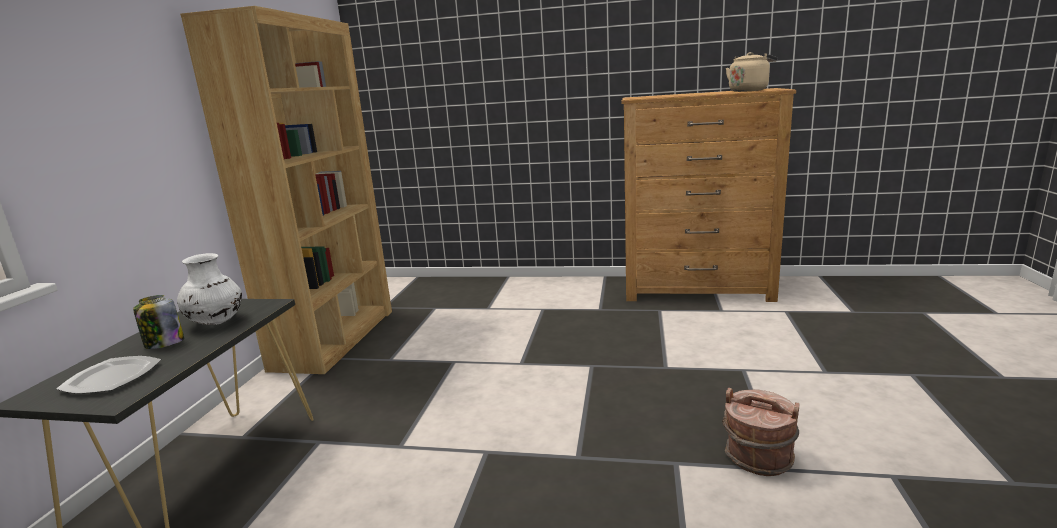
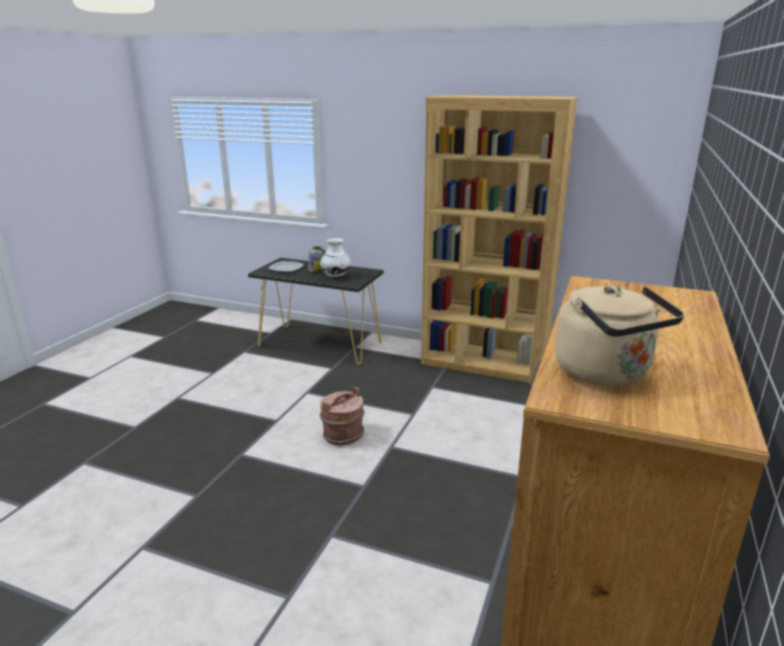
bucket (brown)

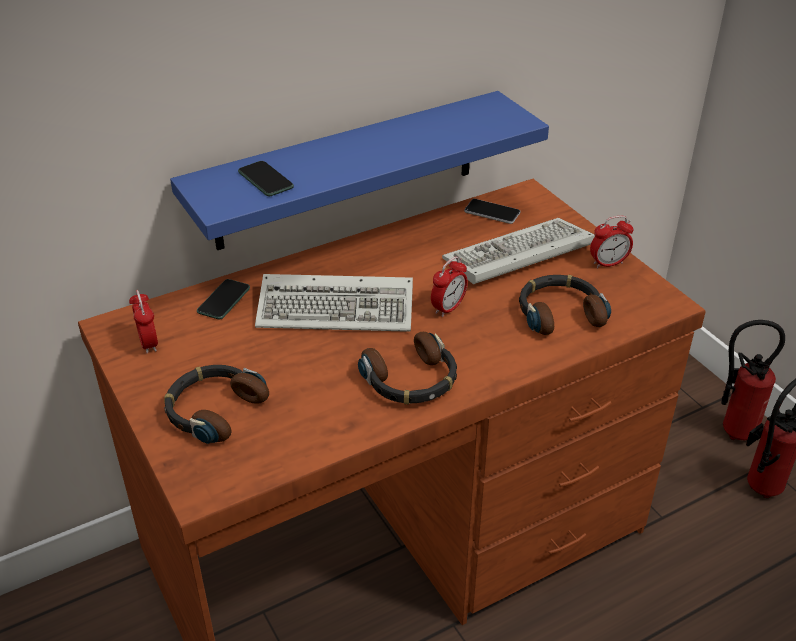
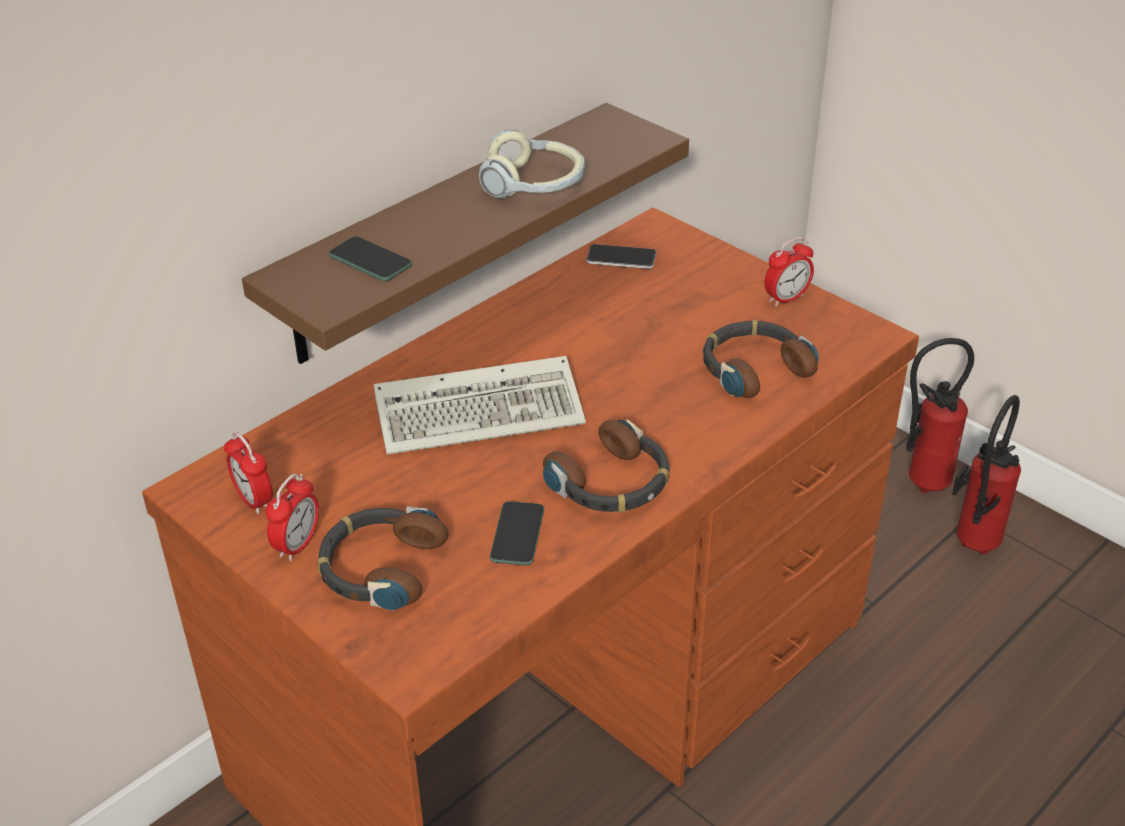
shelf (brown)
alarm clock (2nd from left)
headphones (2nd from left)
phone (2nd from left)
keyboard (2nd from left in the first image)

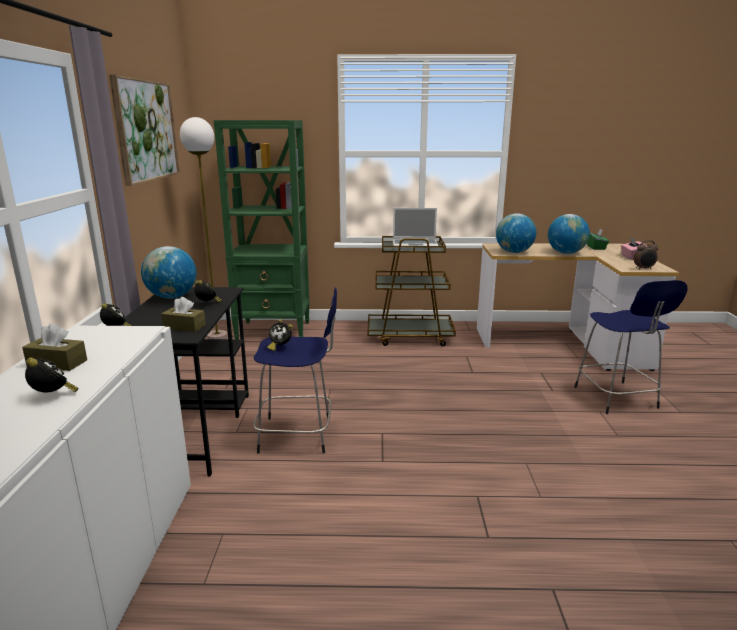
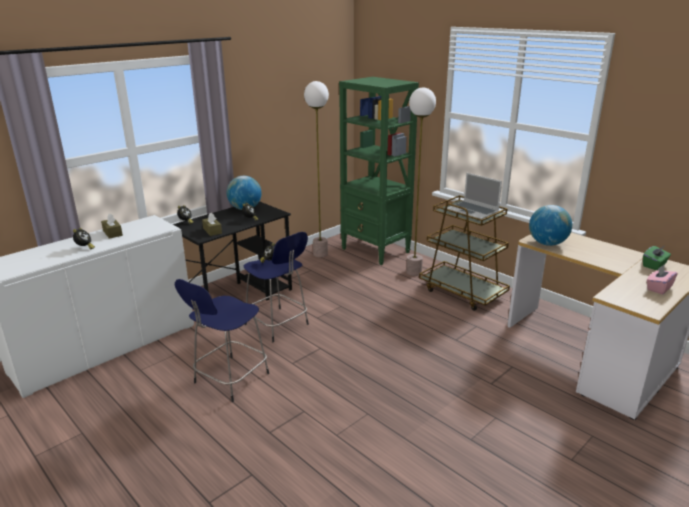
stool (blue) (1st from left)
floor lamp (2nd from left)
picture
globe (3rd from left in the first image)
alarm clock (5th from left in the first image)

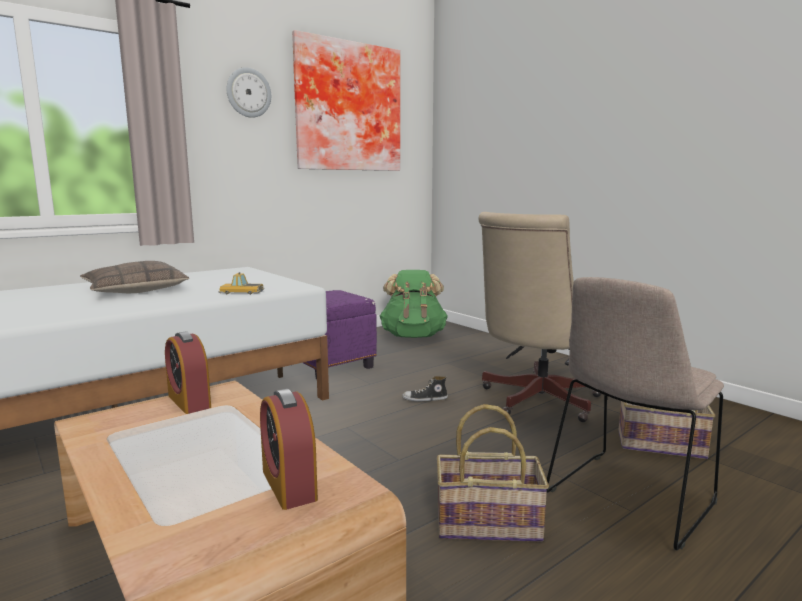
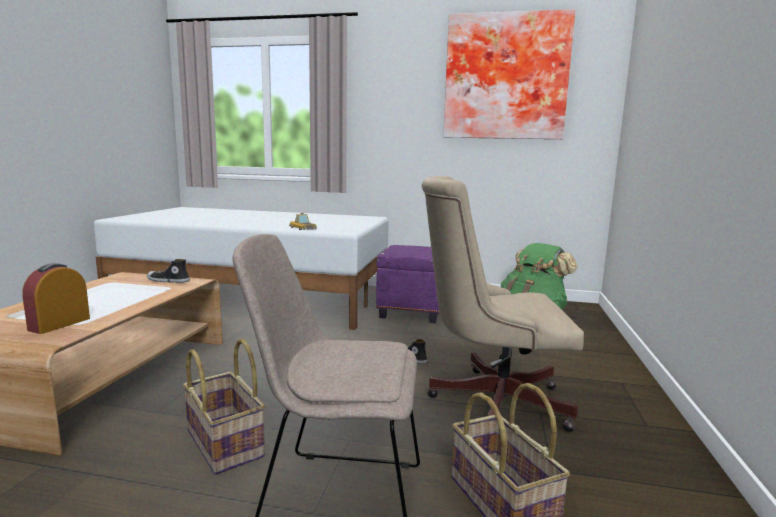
shoe (1st from left)
pillow
wall clock

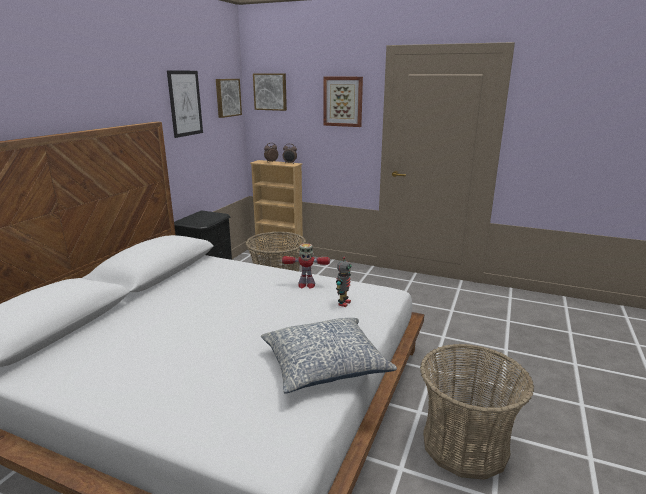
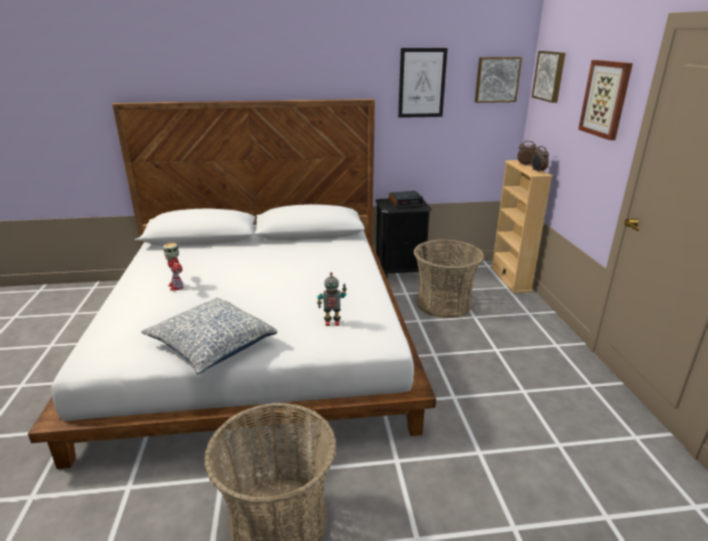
toy robot (1st from left)
alarm clock (1st from left)

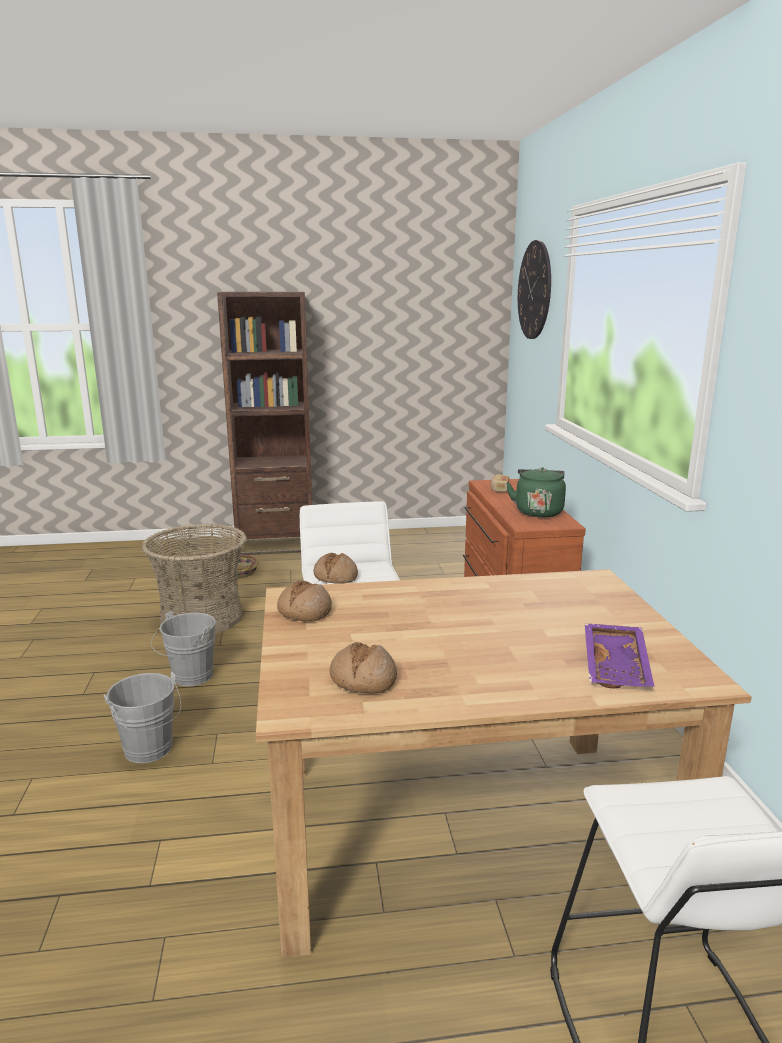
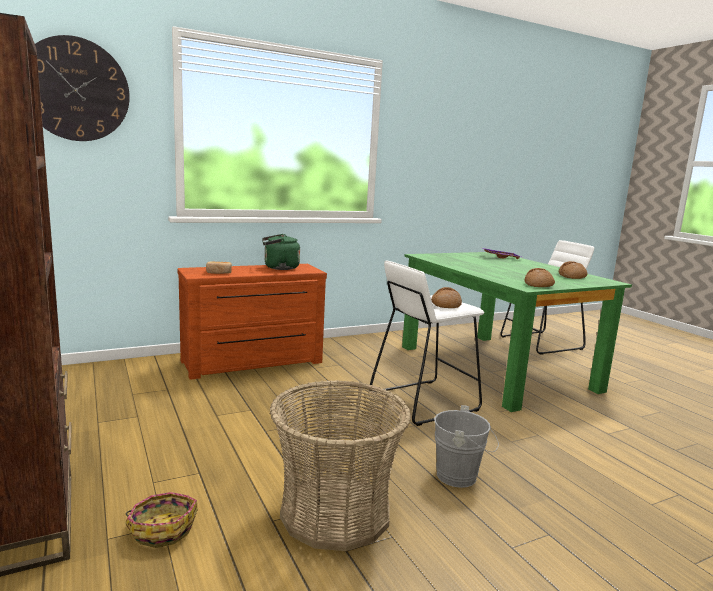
dining table (green)
bucket (grey) (1st from left in the first image)

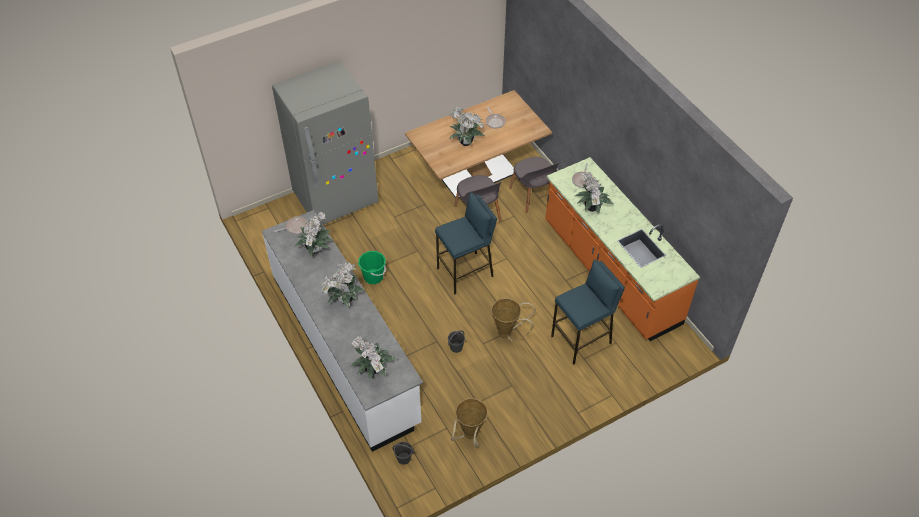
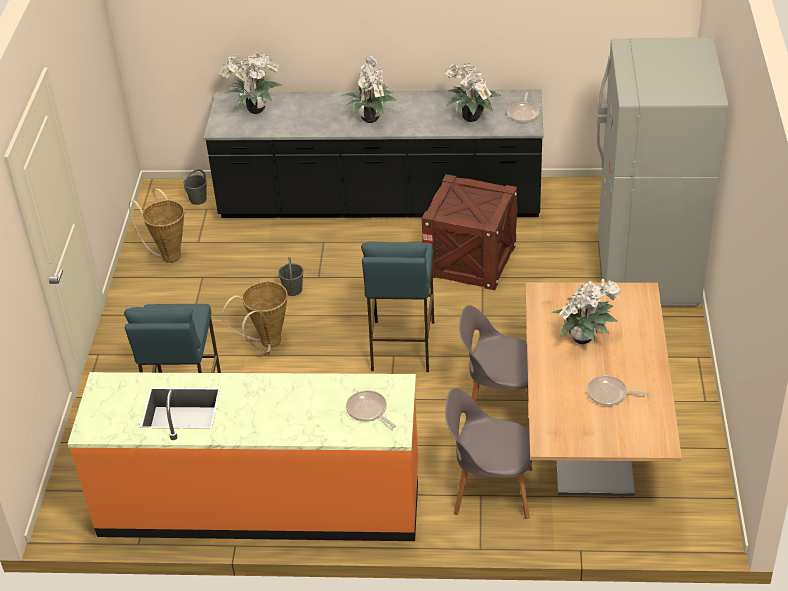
counter (black)
crate
potted plant (5th from left in the first image)

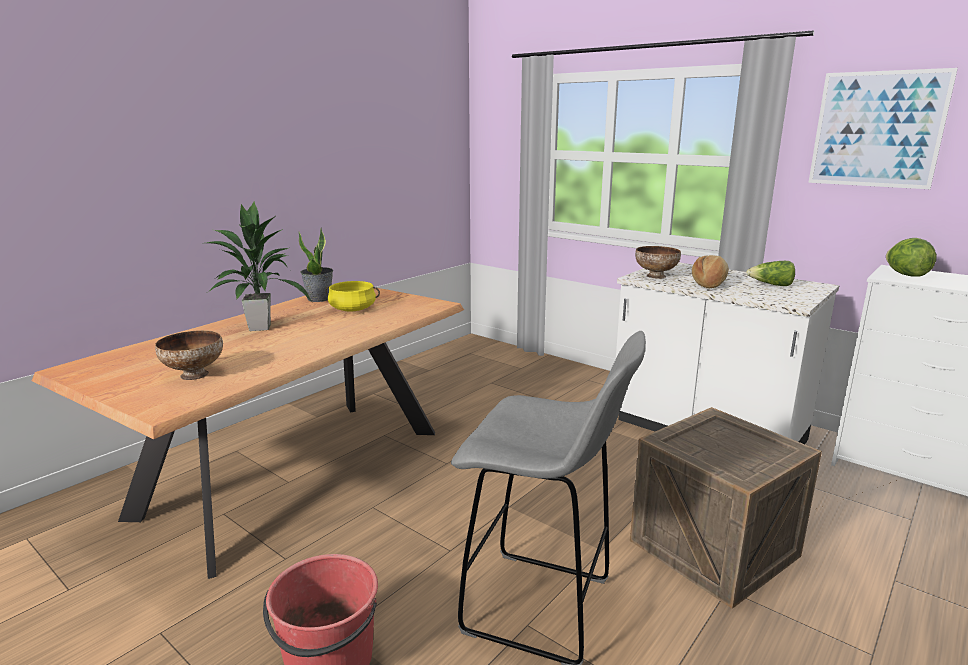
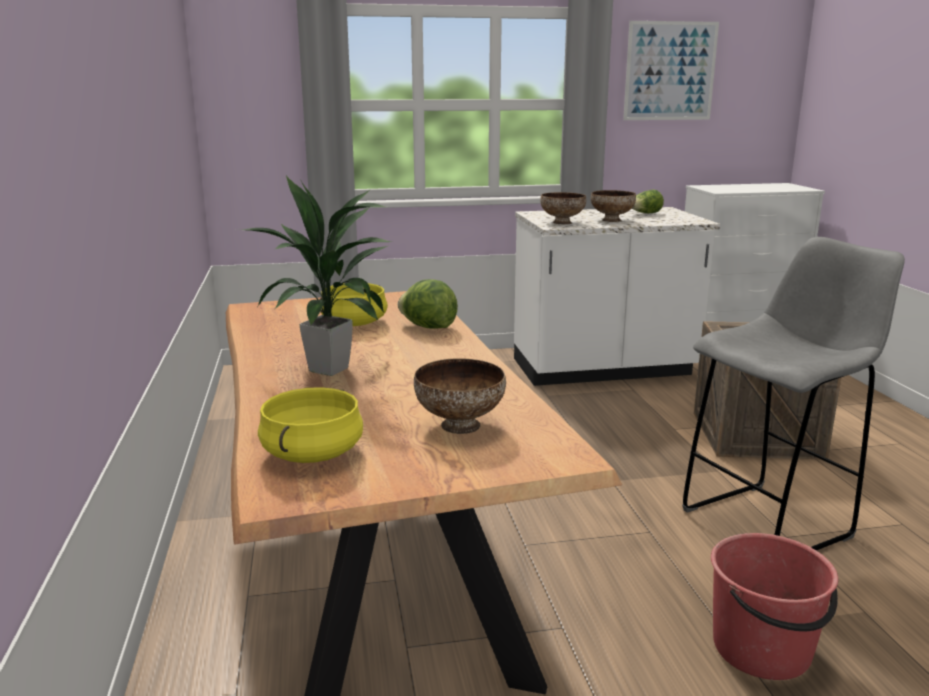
cooking pot (yellow) (1st from left)
lettuce (1st from left)
bowl (3rd from left)
potted plant (2nd from left in the first image)

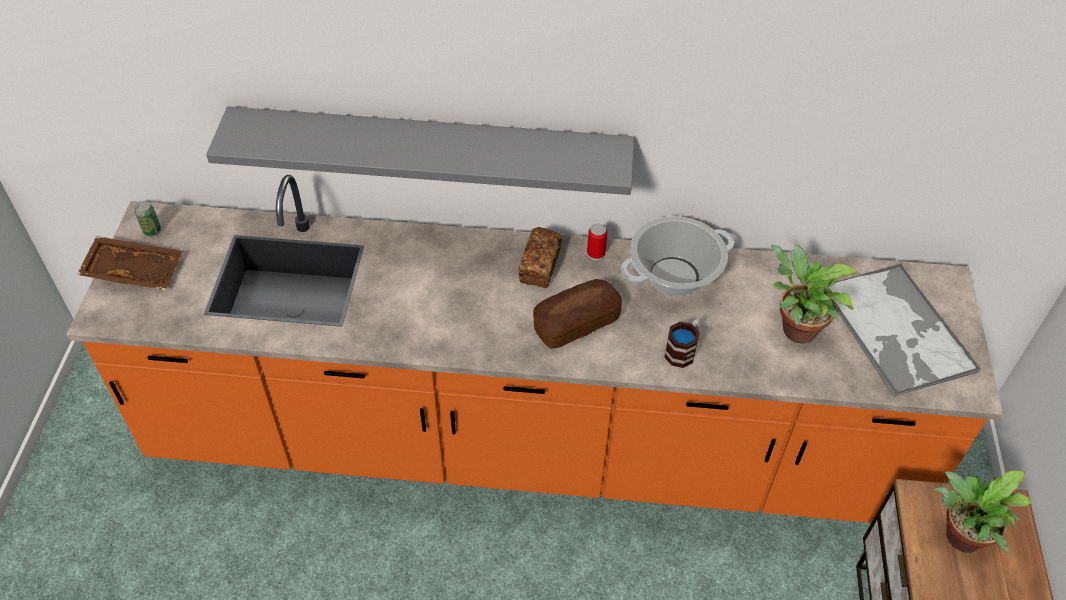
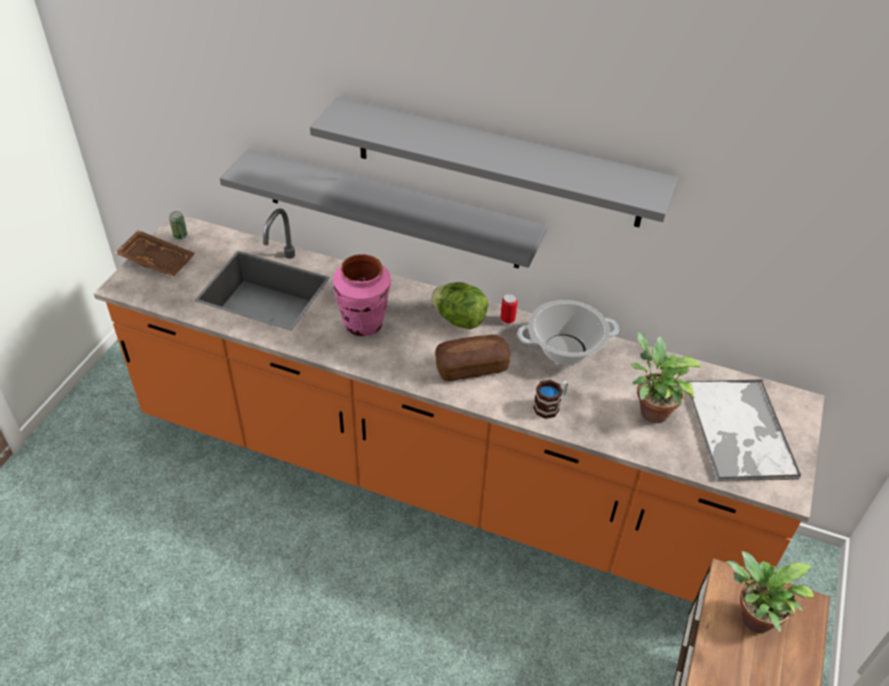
shelf (grey) (2nd from left)
vase (pink)
lettuce

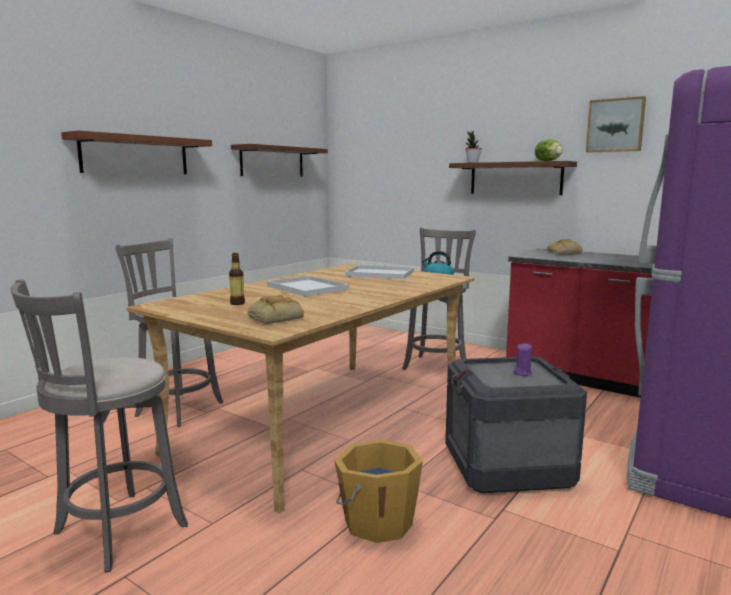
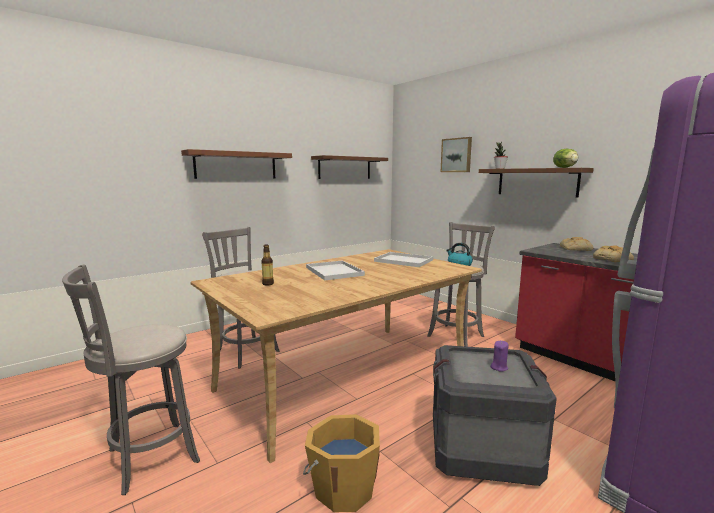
picture
bread (2nd from left)

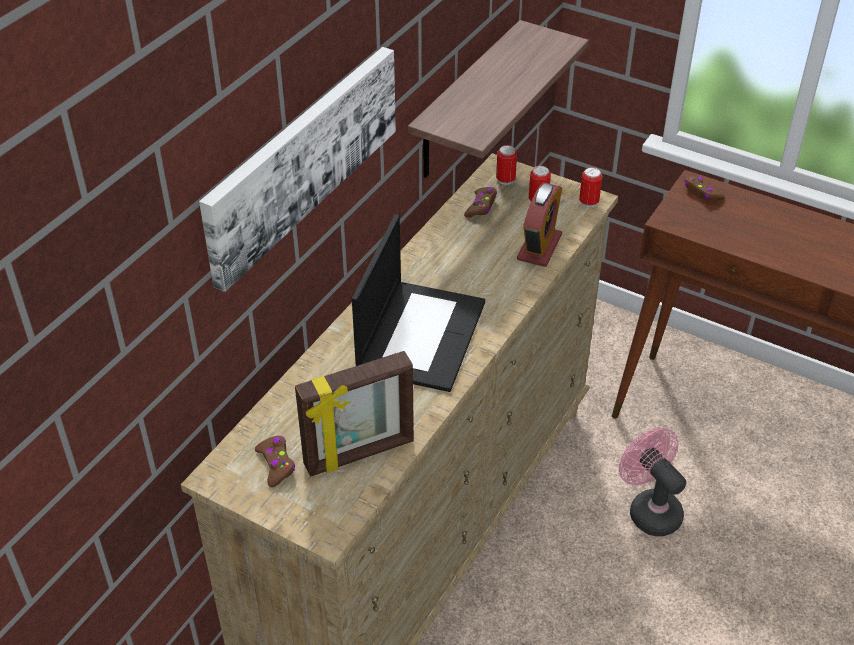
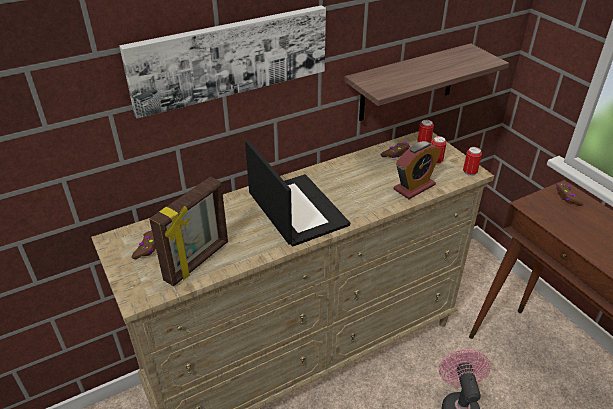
picture frame
laptop

